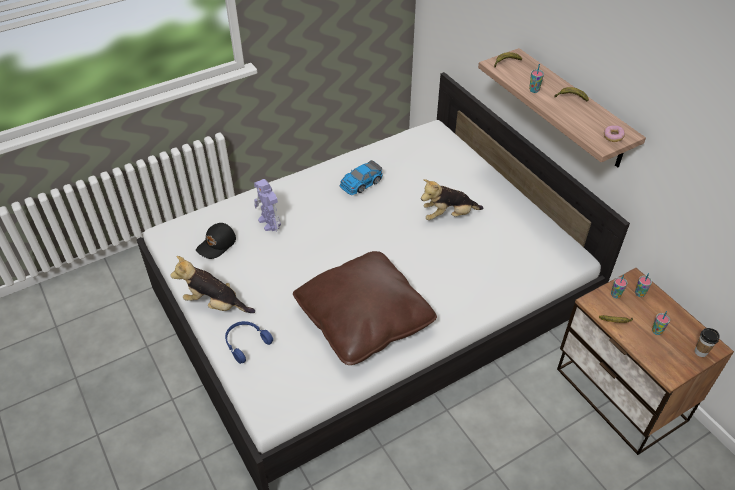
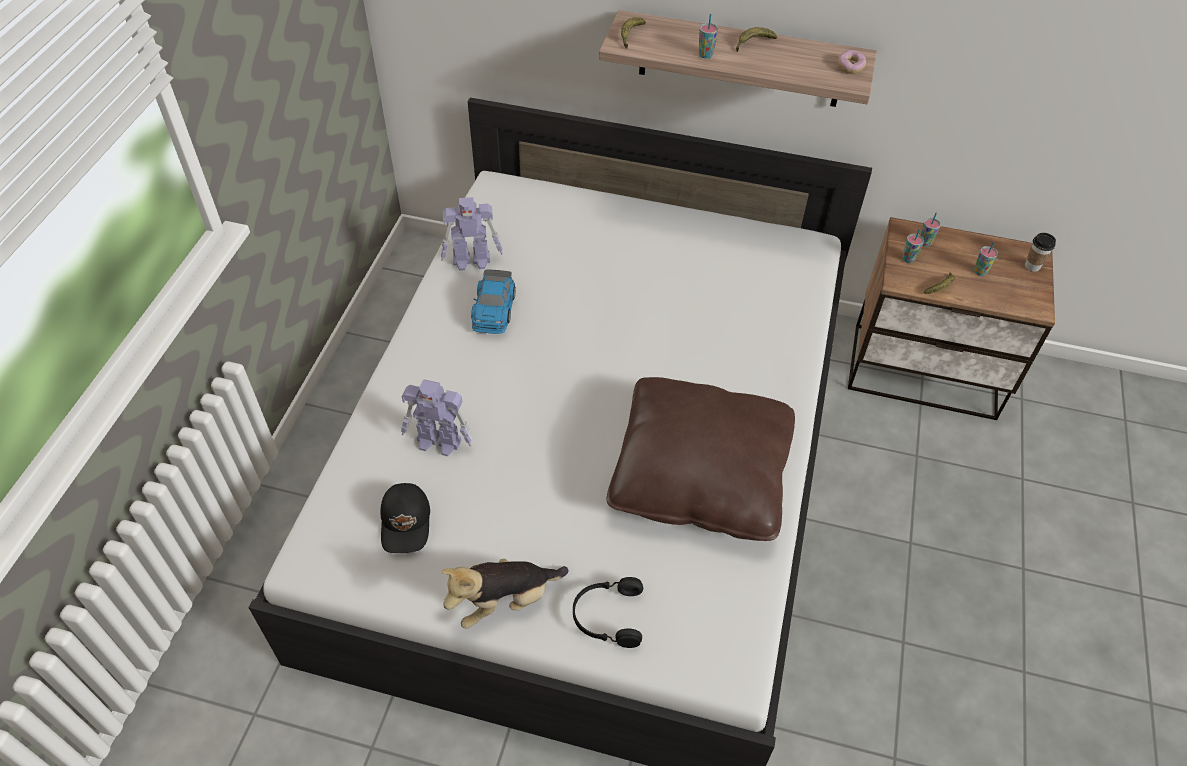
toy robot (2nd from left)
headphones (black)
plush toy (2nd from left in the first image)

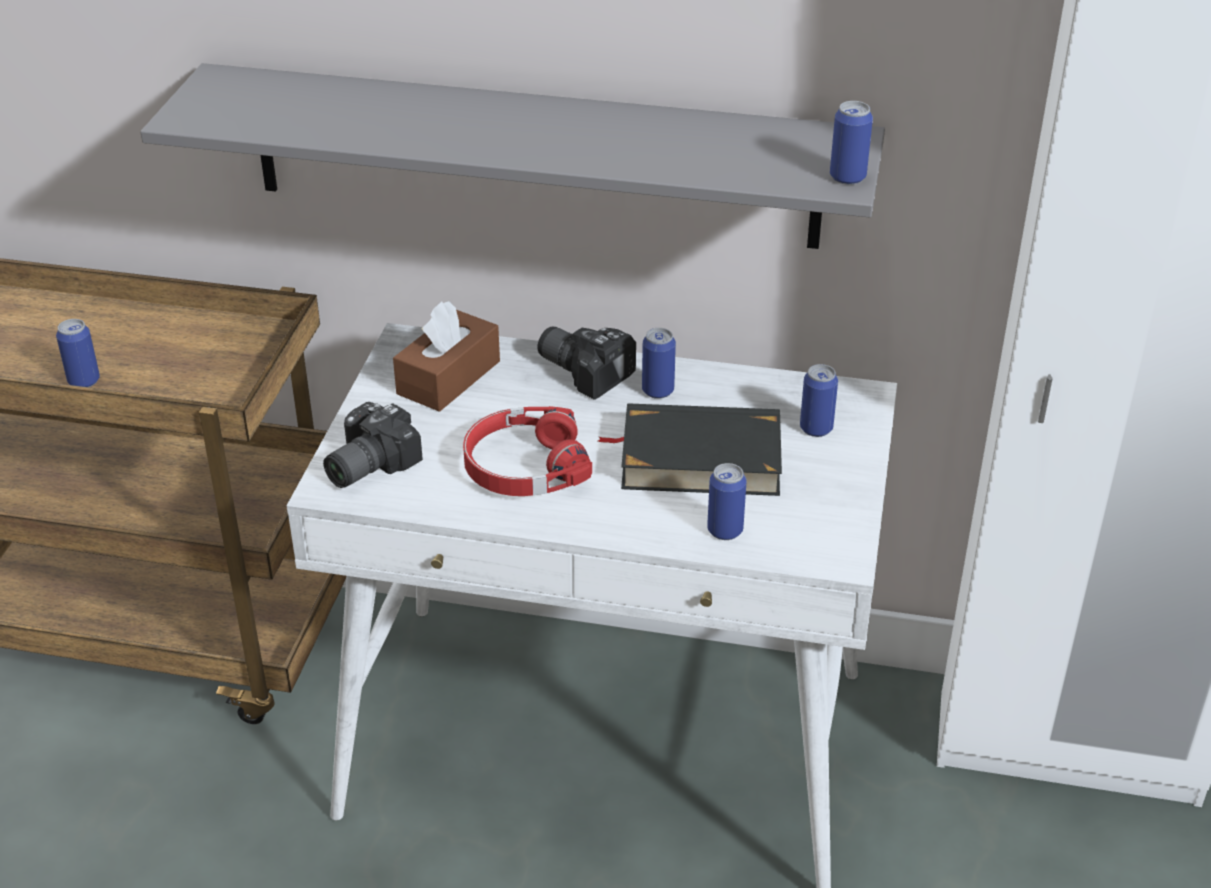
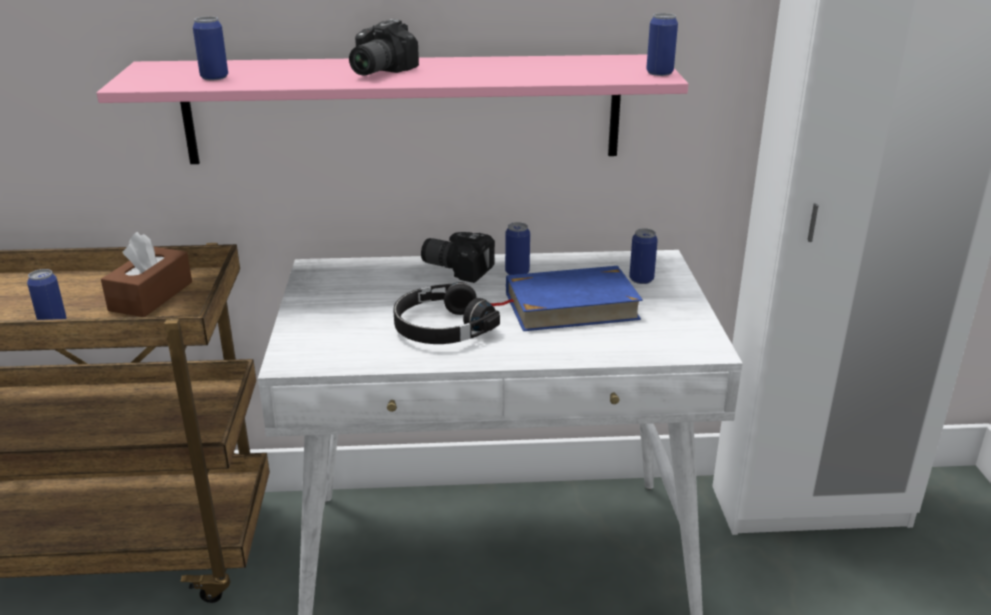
shelf (pink)
tissue box (brown)
can (2nd from left)
photo camera (1st from left)
headphones (black)
book (blue)

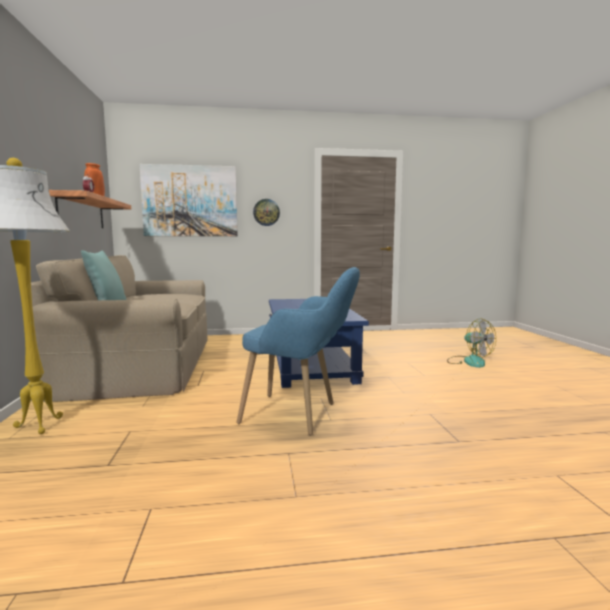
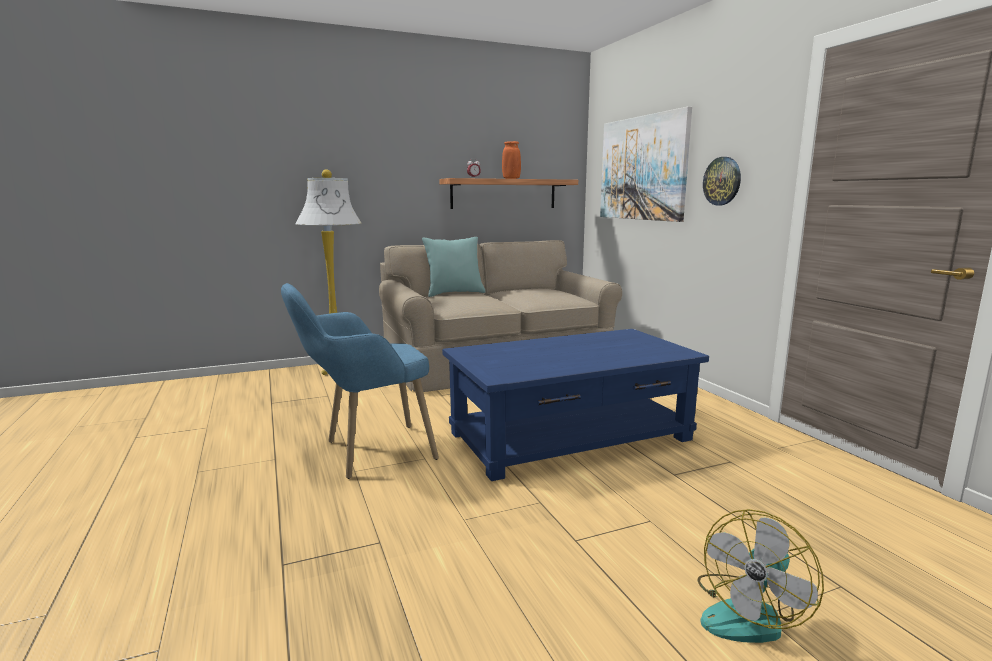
armchair (blue)

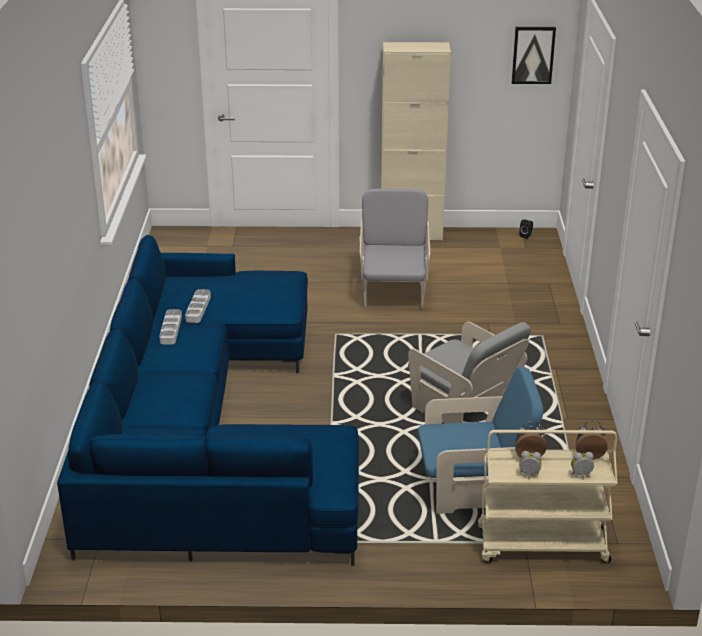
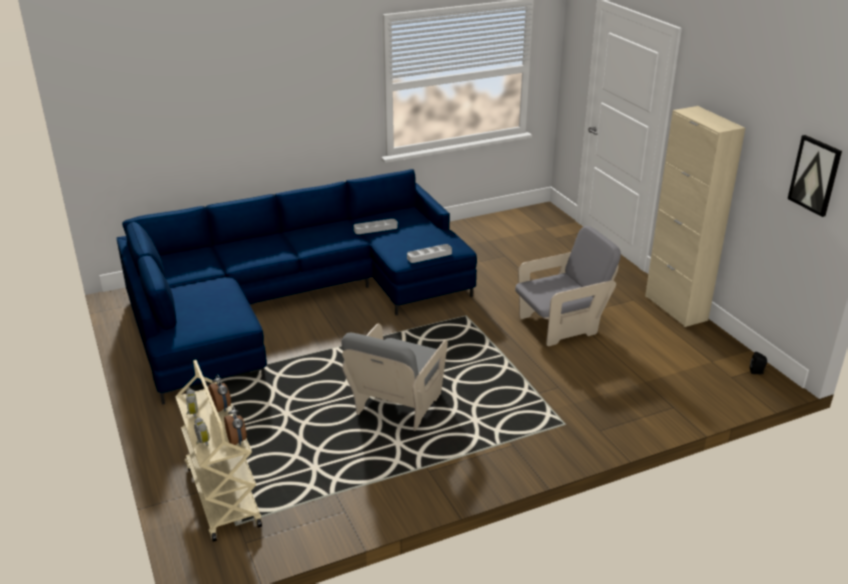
tray (grey) (2nd from left)
armchair (blue)

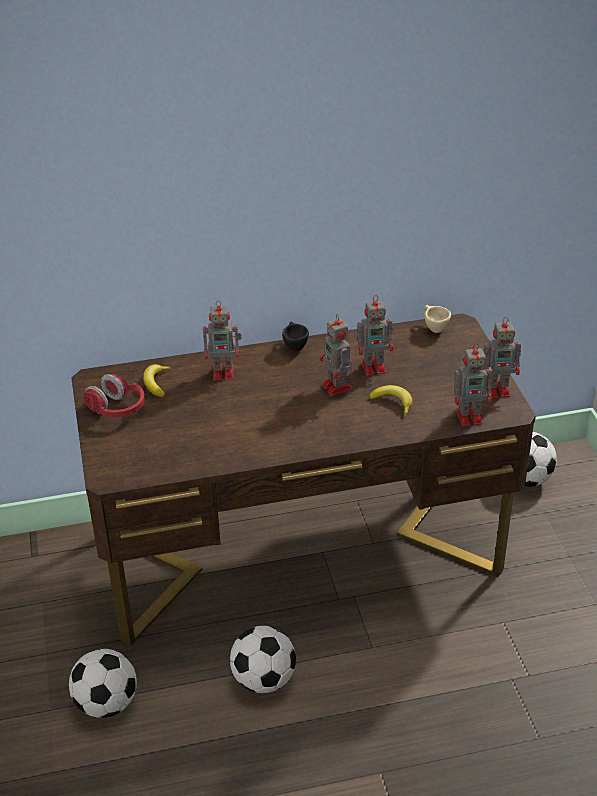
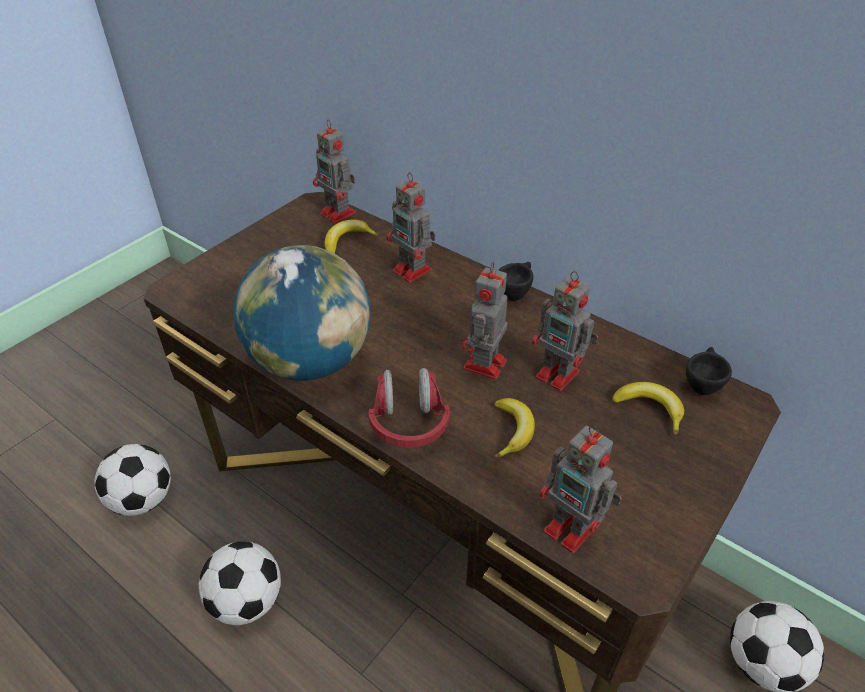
globe
toy robot (1st from left)
headphones (red)
banana (3rd from left)
cup (black) (2nd from left)

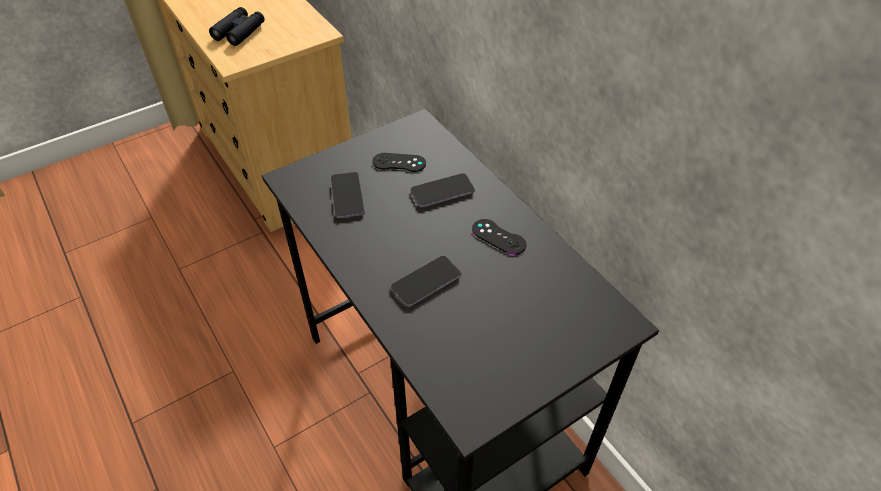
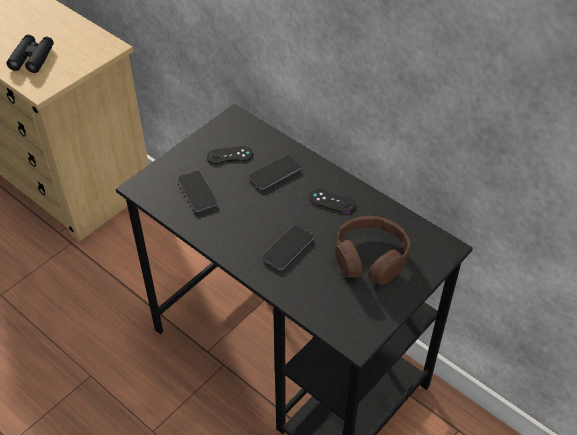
headphones (brown)

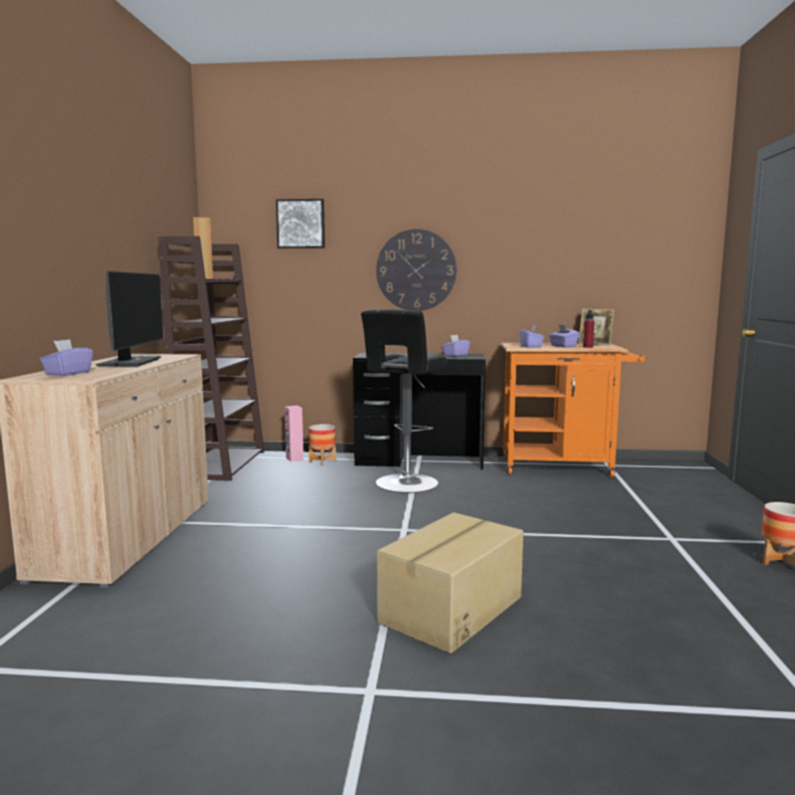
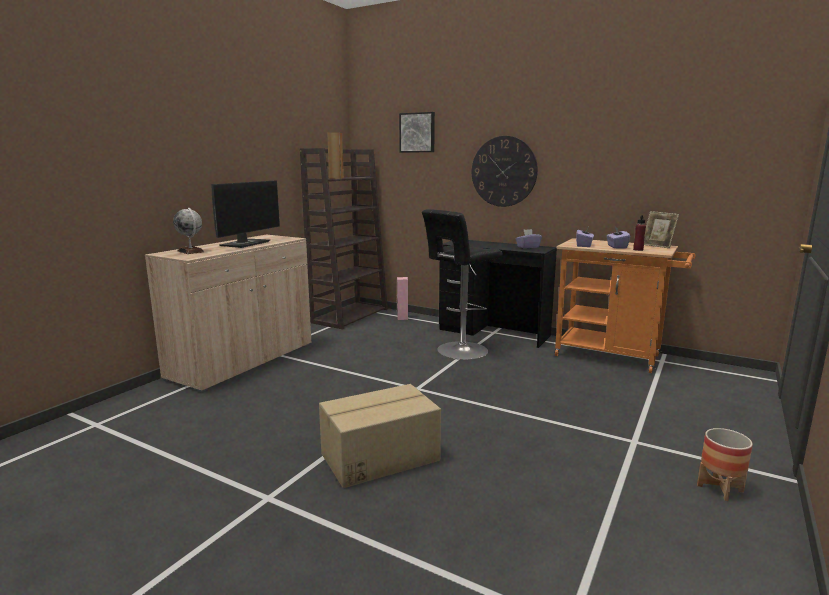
globe
planter (1st from left in the first image)

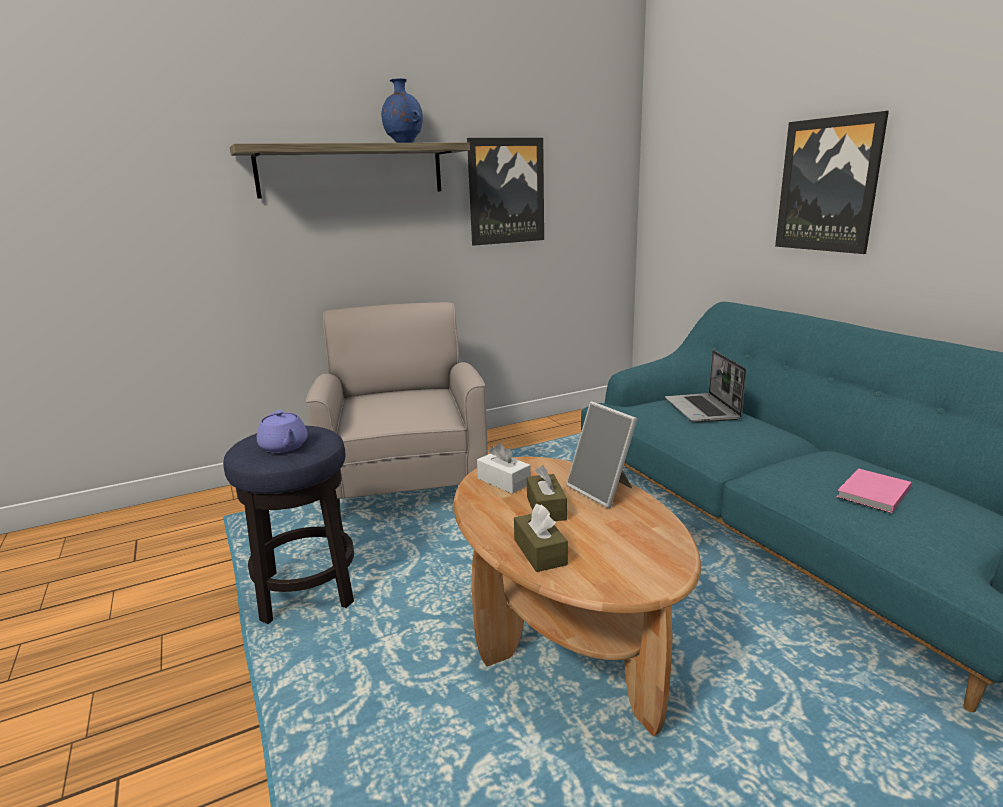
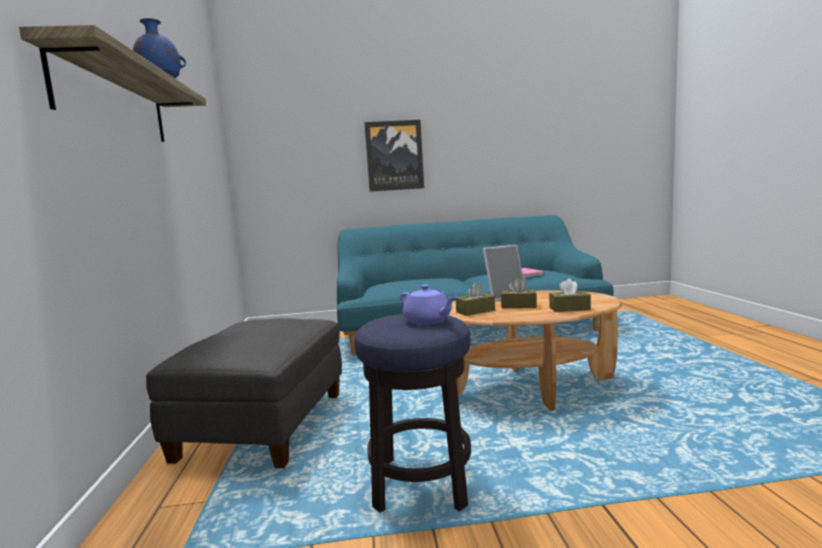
ottoman (grey)
teapot (purple)
tissue box (brown) (1st from left)
picture (1st from left in the first image)
laptop

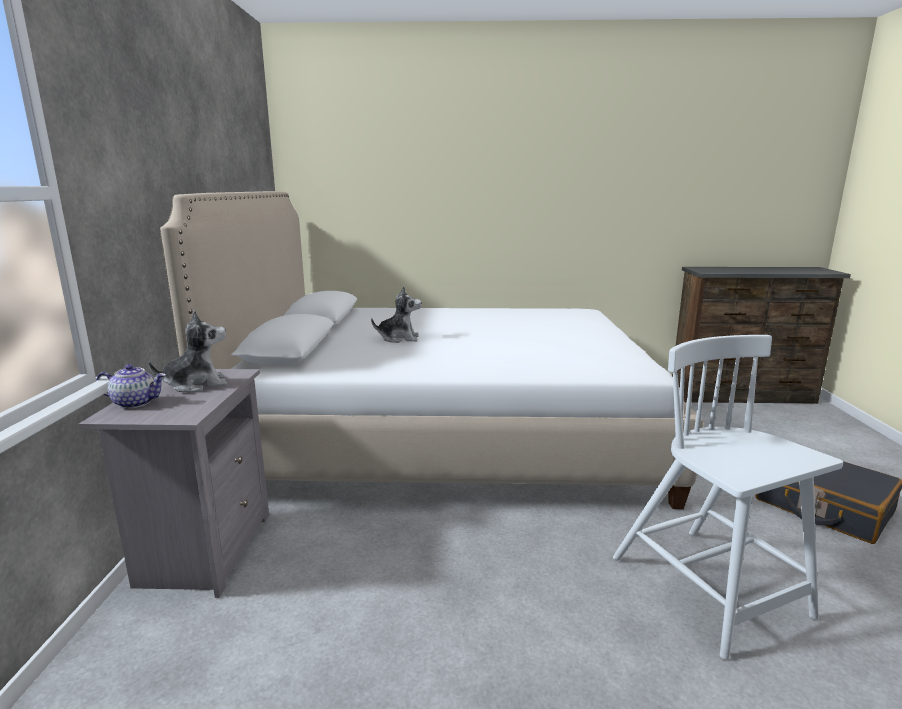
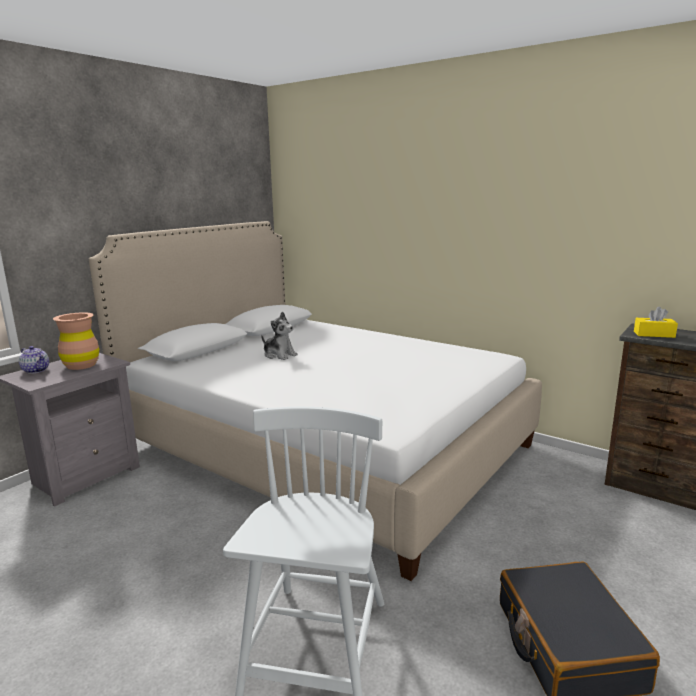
vase (brown)
tissue box (yellow)

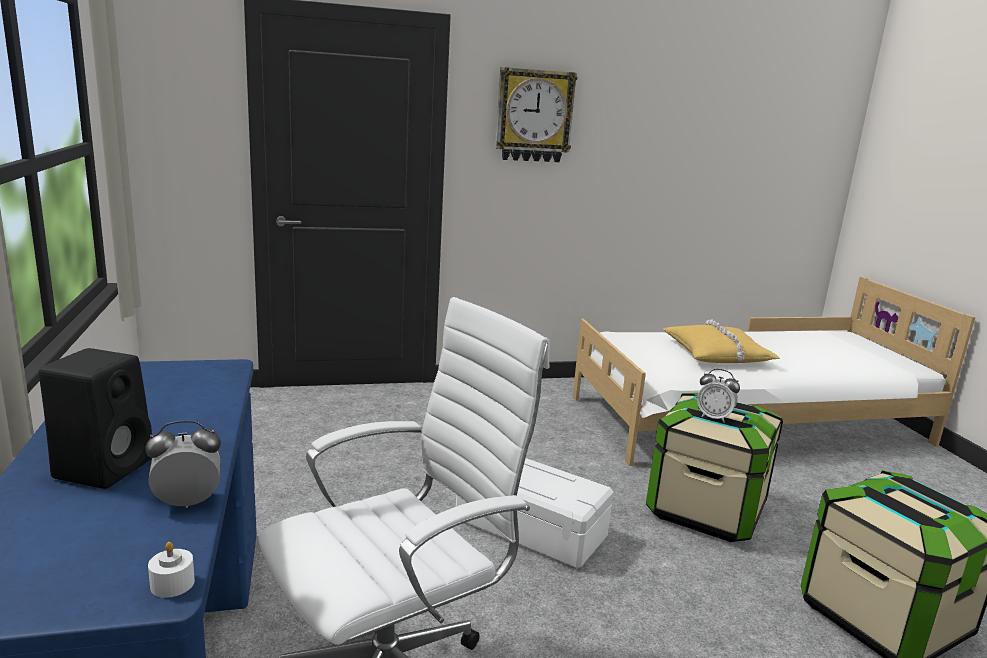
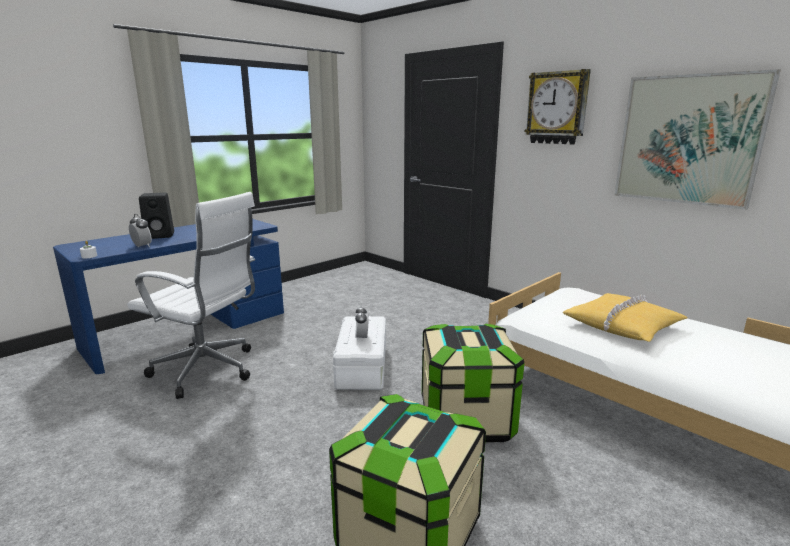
alarm clock (2nd from left)
picture

